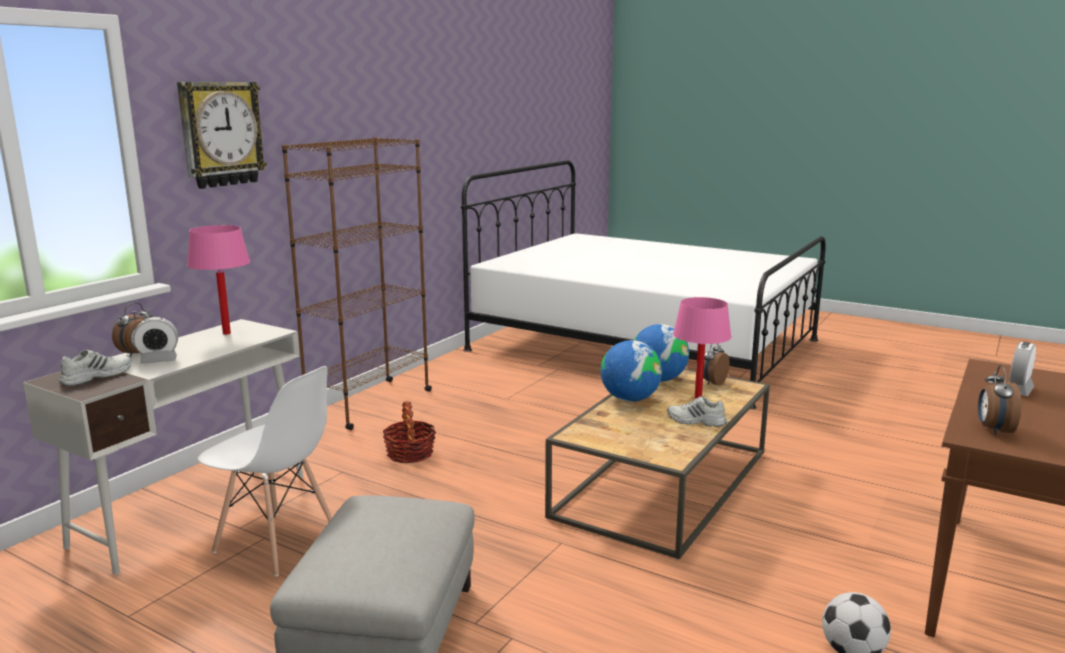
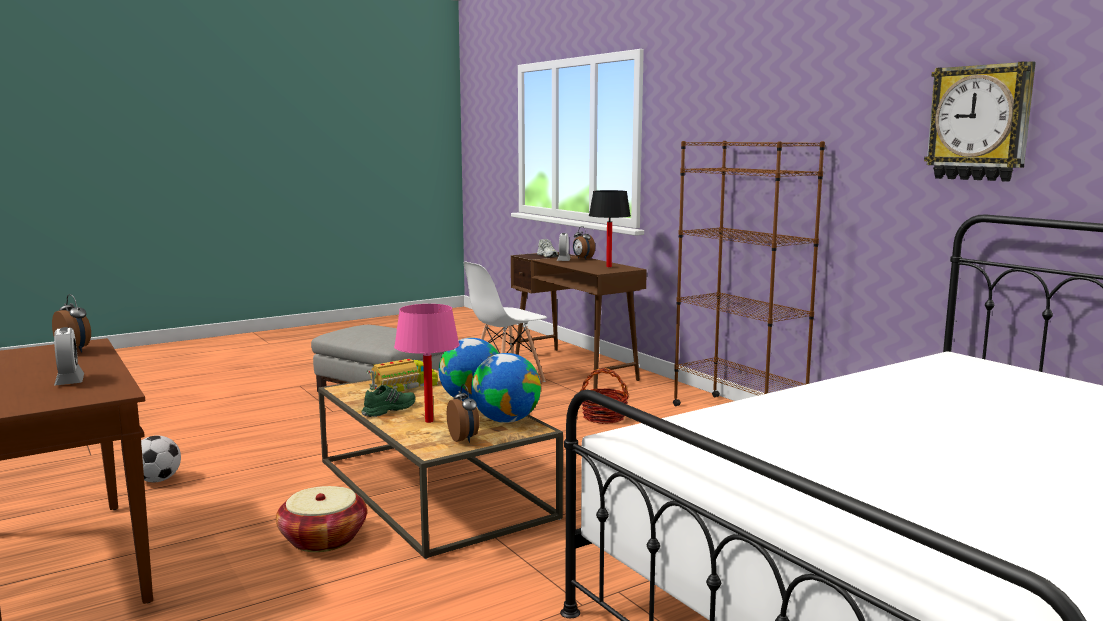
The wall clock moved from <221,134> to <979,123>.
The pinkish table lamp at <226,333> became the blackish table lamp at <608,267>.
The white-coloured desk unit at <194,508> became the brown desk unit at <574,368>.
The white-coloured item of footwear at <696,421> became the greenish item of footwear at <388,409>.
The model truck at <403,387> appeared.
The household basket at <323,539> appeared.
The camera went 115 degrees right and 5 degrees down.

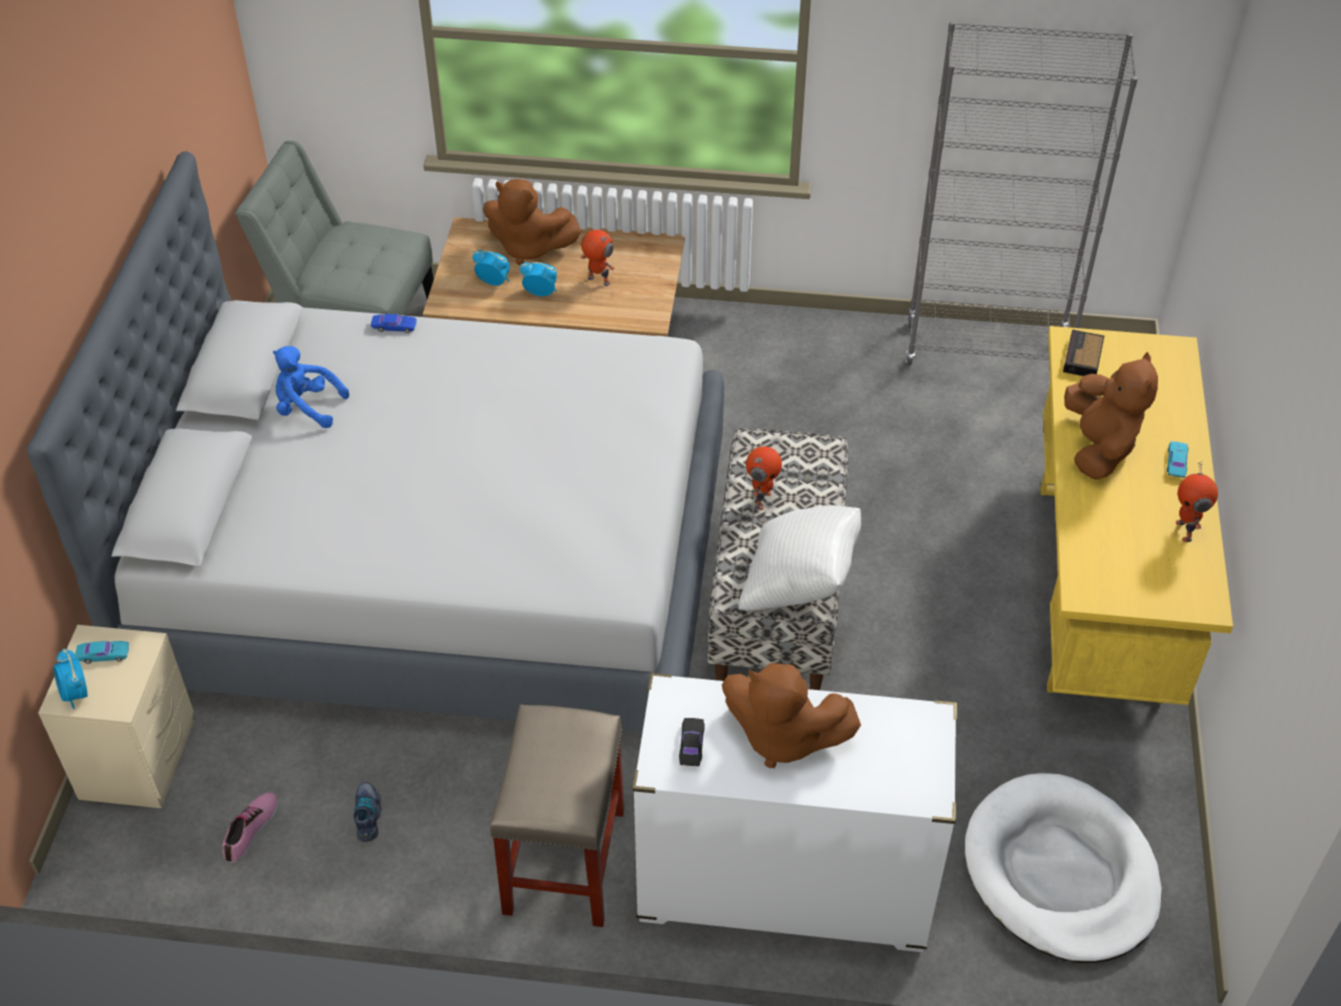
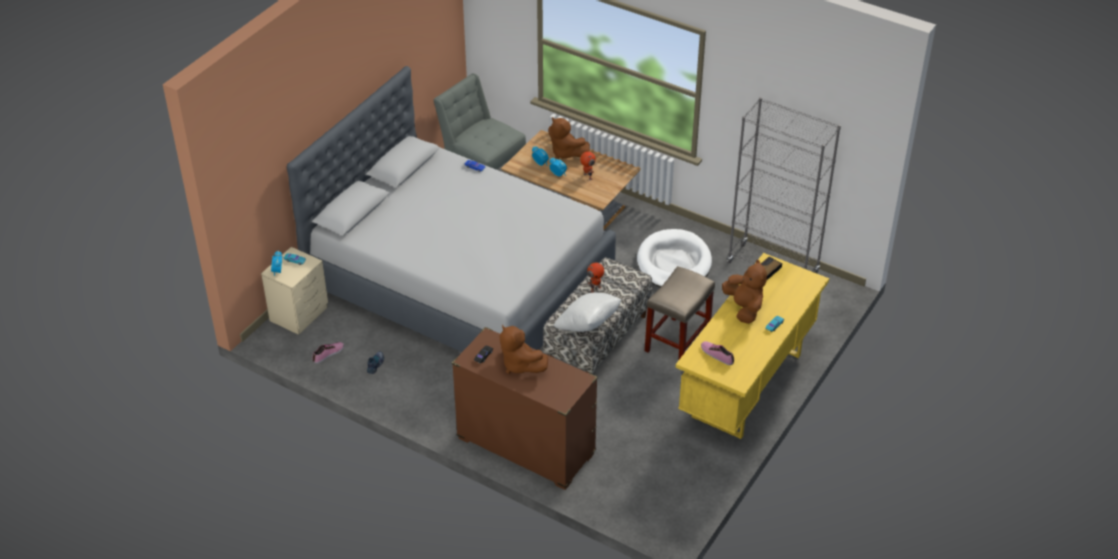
The blue-coloured cuddly toy at <307,408> disappeared.
The brown cuddly toy at <1099,447> turned 45 degrees counterclockwise.
The robot figure at <1185,531> disappeared.
The white-coloured dresser at <783,884> became the brown dresser at <525,447>.
The beige-coloured stool seat moved from <564,859> to <677,341>.
The white-coloured dog bed moved from <1060,873> to <674,263>.
The item of footwear at <717,354> appeared.
The camera went 25 degrees right and 5 degrees down.

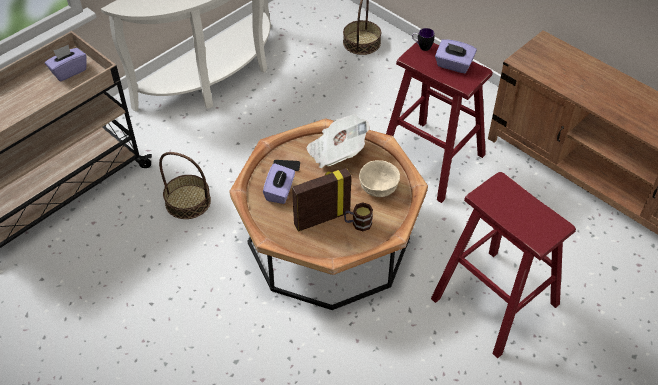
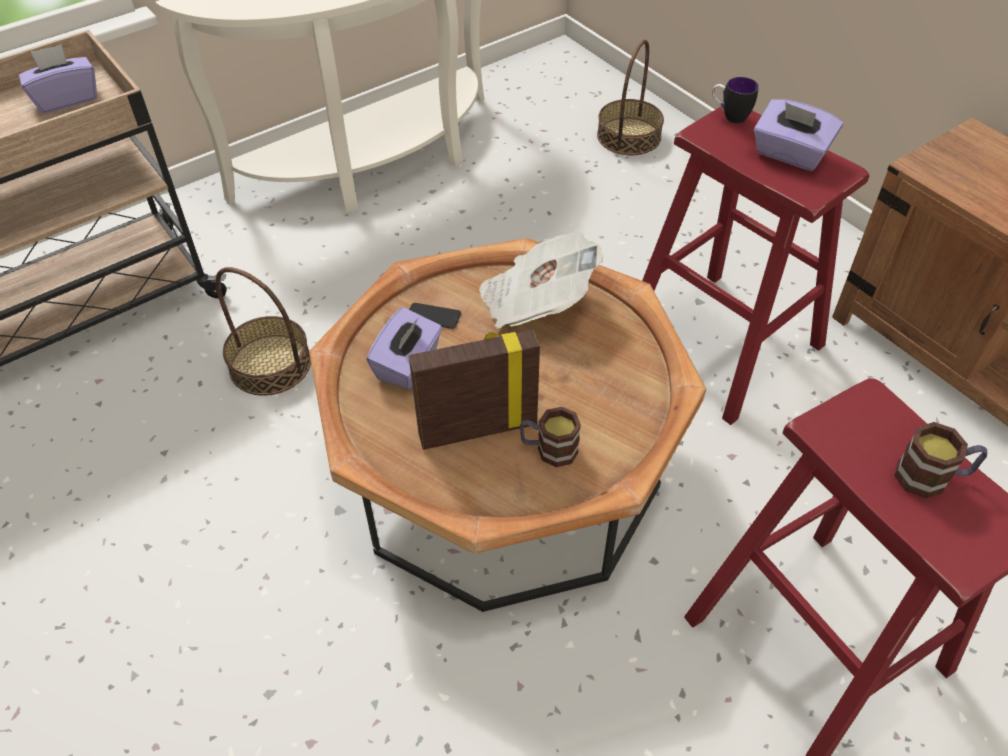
The beige-coloured serving bowl at <379,188> disappeared.
The mug at <932,477> appeared.
The camera went 10 degrees right and 0 degrees up.

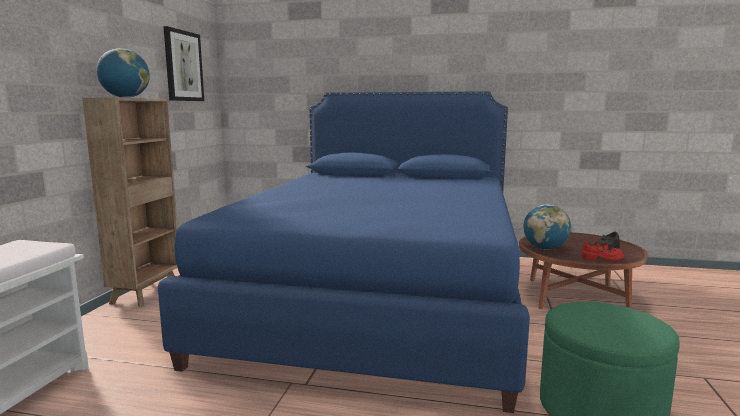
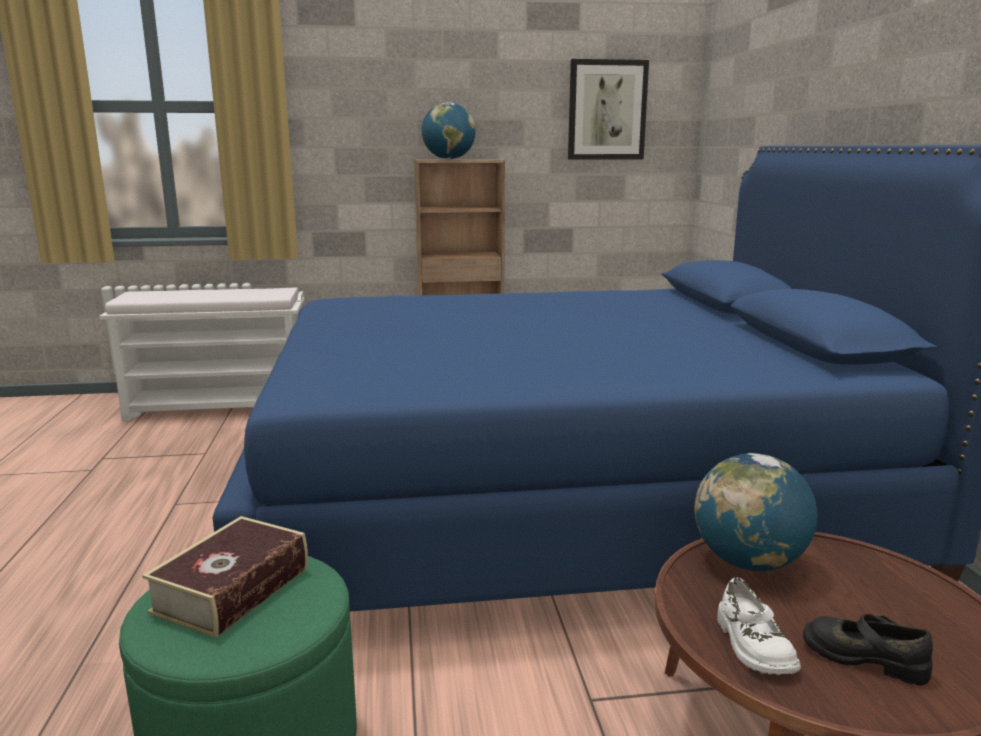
The reddish item of footwear at <602,258> became the white-coloured item of footwear at <752,645>.
The volume at <232,589> appeared.
The camera went 70 degrees right and 5 degrees up.

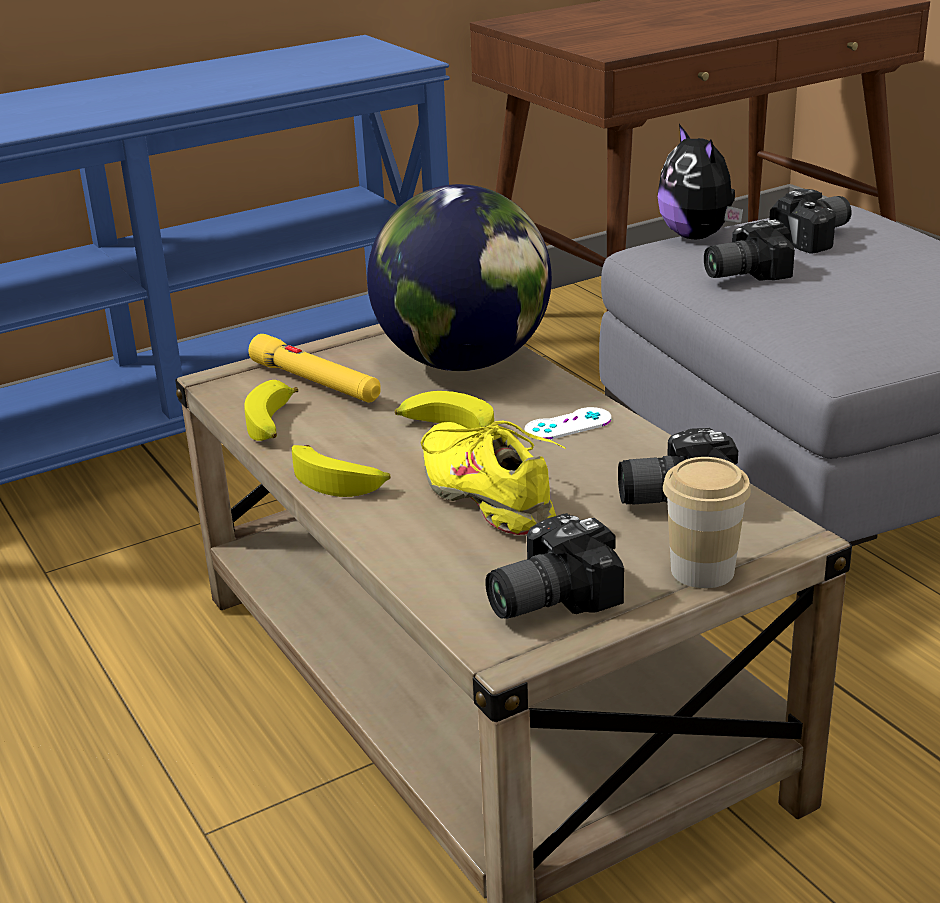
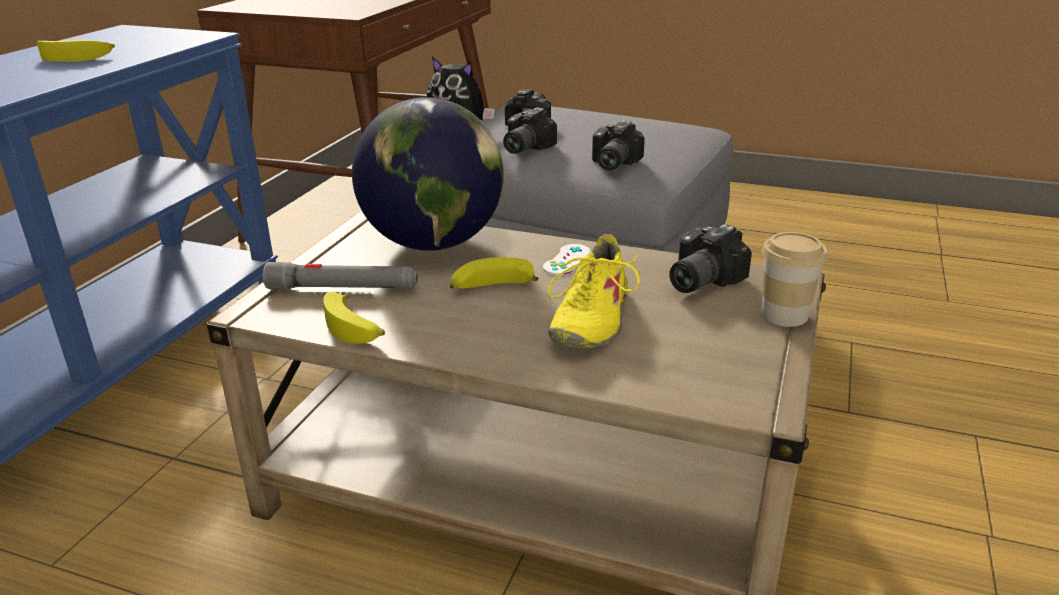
The yellow-coloured flashlight at <316,382> became the greyish flashlight at <343,288>.
The yellow-coloured item of footwear at <488,494> turned 90 degrees counterclockwise.
The whole banana moved from <340,481> to <78,57>.
The photo camera moved from <545,597> to <611,164>.
The camera went 40 degrees left and 0 degrees up.

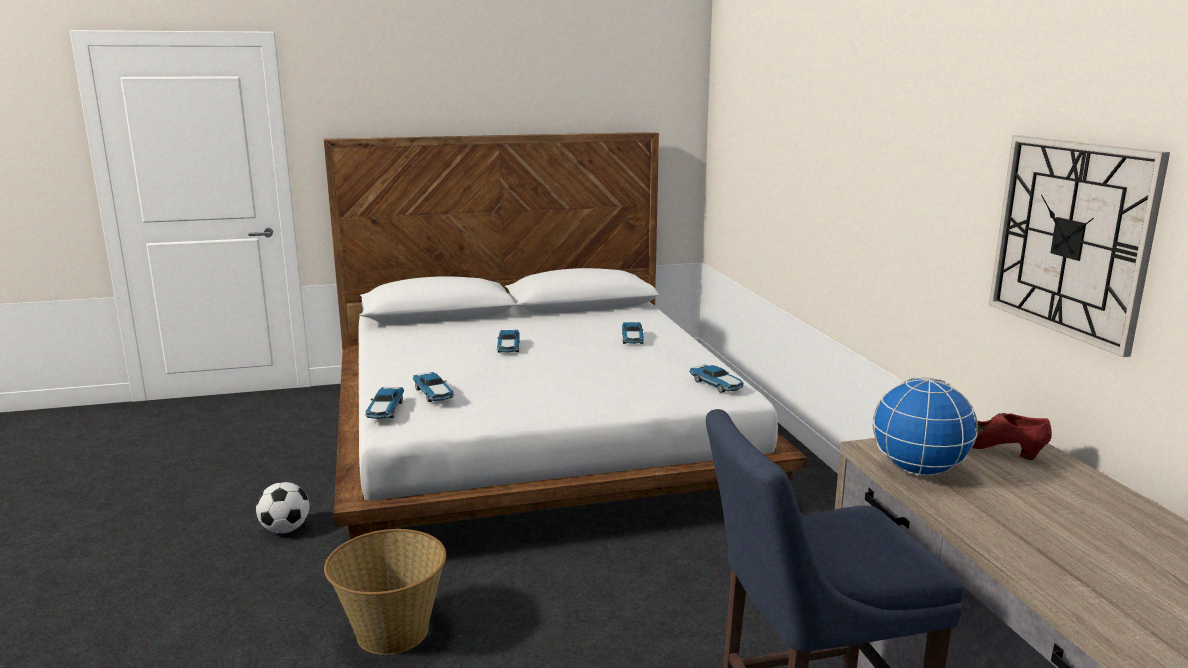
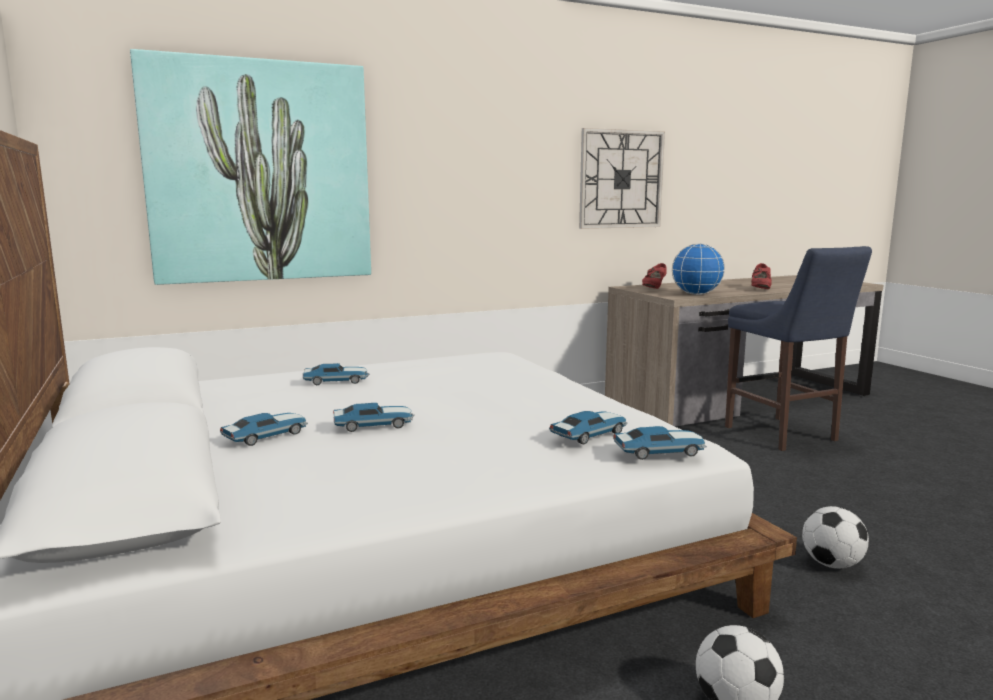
The model car moved from <717,385> to <267,436>.
The household basket at <391,631> was replaced by the ball for football at <831,564>.
The wall picture at <260,172> appeared.
The reddish item of footwear at <760,289> appeared.
The camera went 100 degrees left and 5 degrees down.

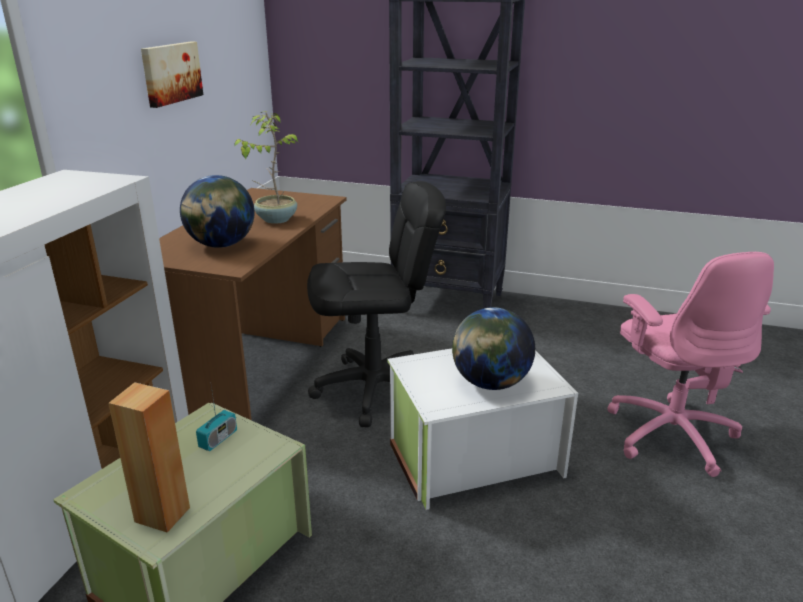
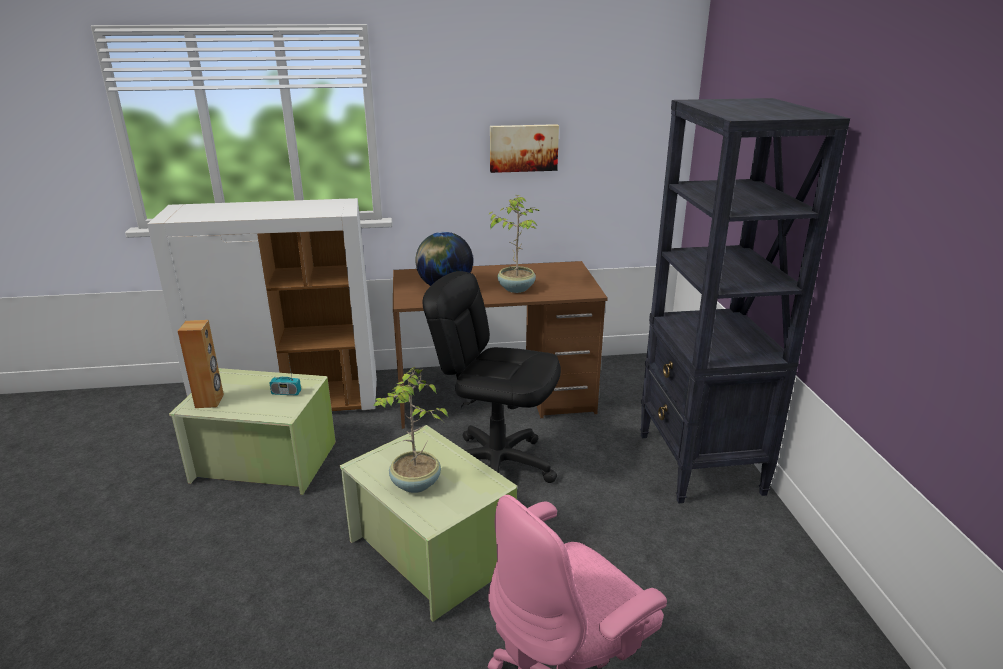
The blackish office chair at <374,389> turned 150 degrees clockwise.
The world globe at <490,383> was replaced by the houseplant at <415,484>.
The white-coloured storage container at <473,457> became the greenish storage container at <432,550>.
The camera went 65 degrees right and 0 degrees up.

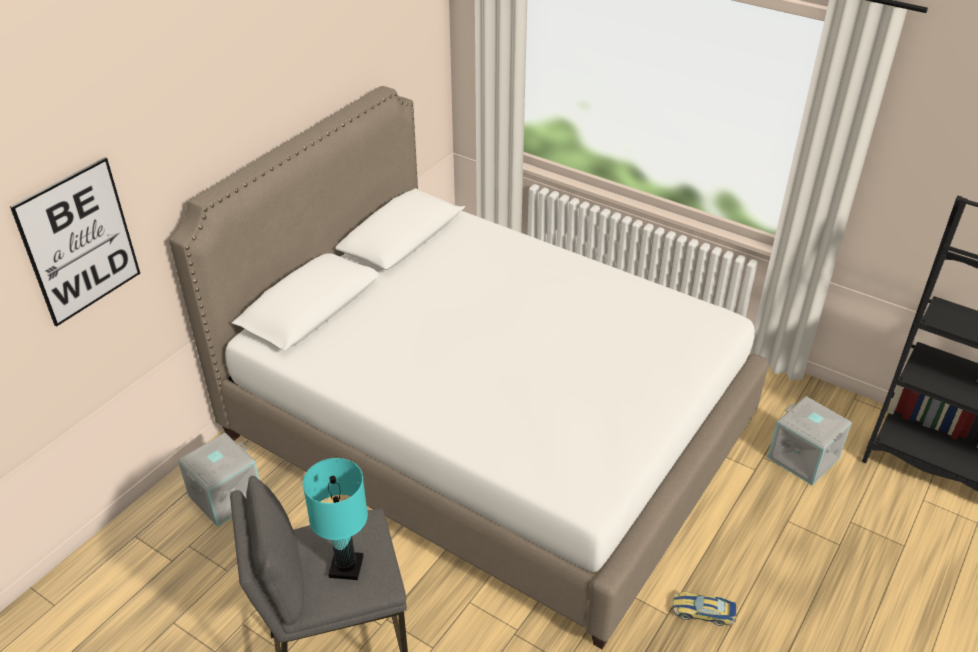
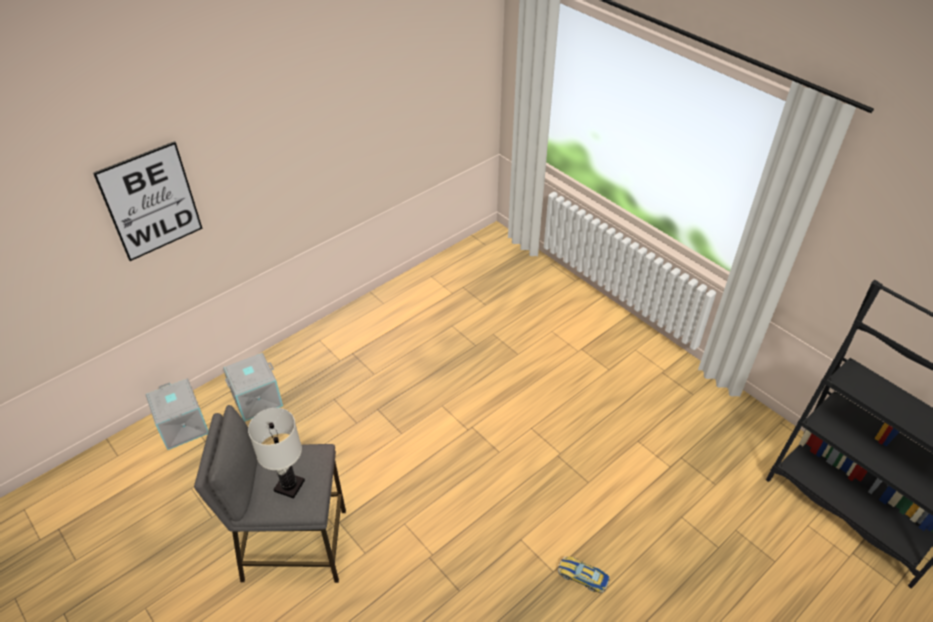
The white-coloured bed at <488,431> disappeared.
The greyish storage container moved from <804,457> to <184,426>.
The blue-green table lamp at <346,566> became the white-coloured table lamp at <290,485>.
The camera went 15 degrees right and 5 degrees up.

